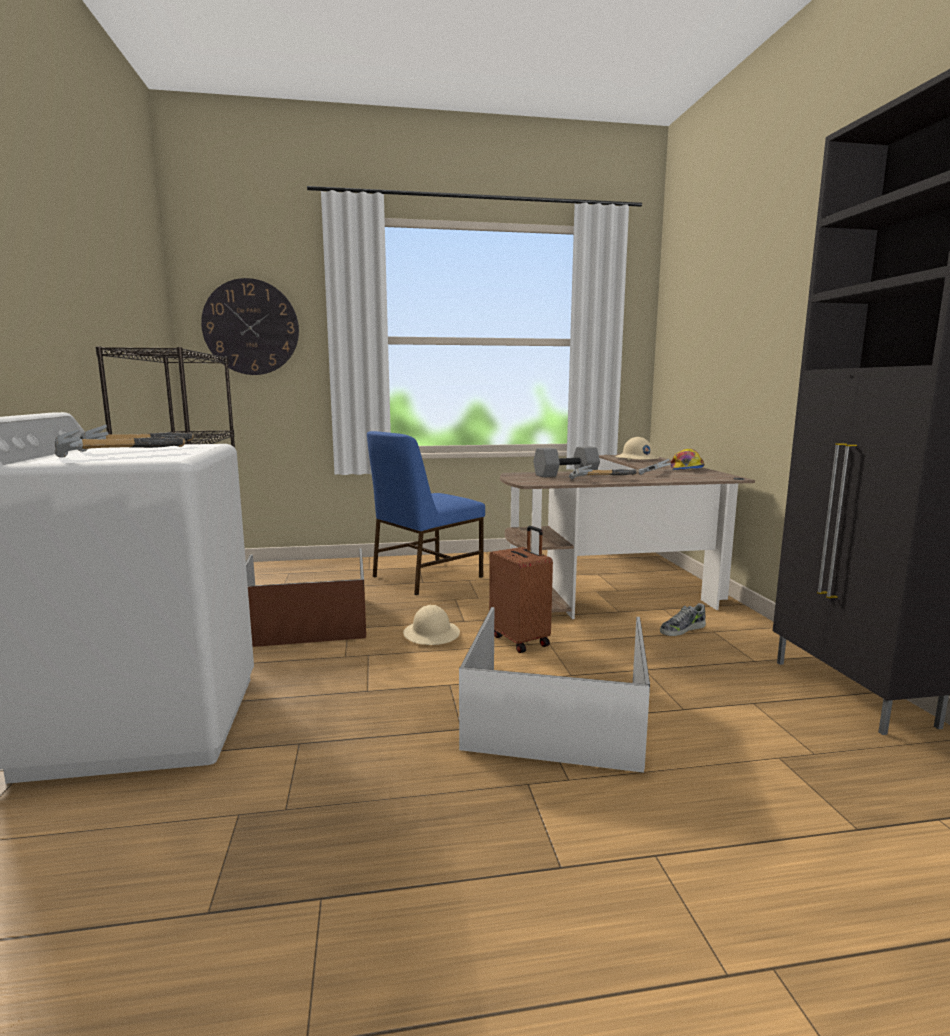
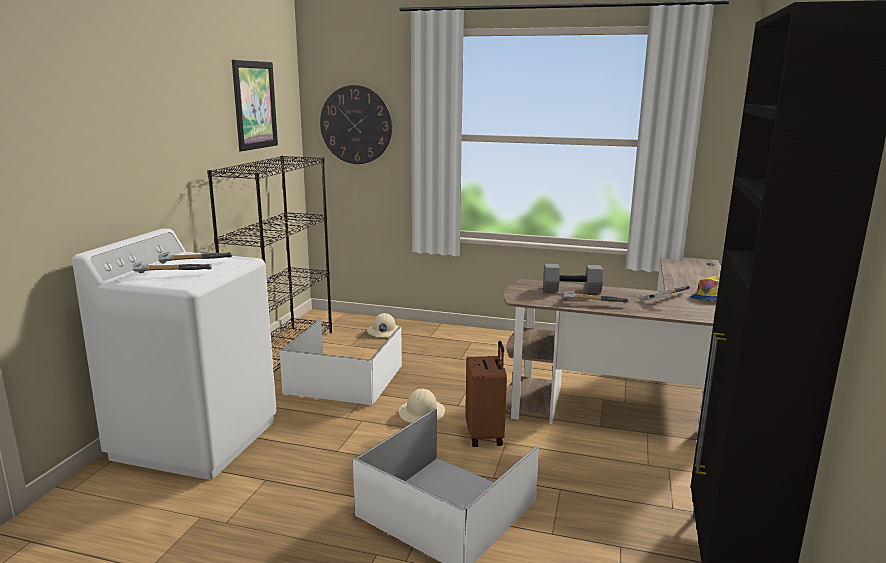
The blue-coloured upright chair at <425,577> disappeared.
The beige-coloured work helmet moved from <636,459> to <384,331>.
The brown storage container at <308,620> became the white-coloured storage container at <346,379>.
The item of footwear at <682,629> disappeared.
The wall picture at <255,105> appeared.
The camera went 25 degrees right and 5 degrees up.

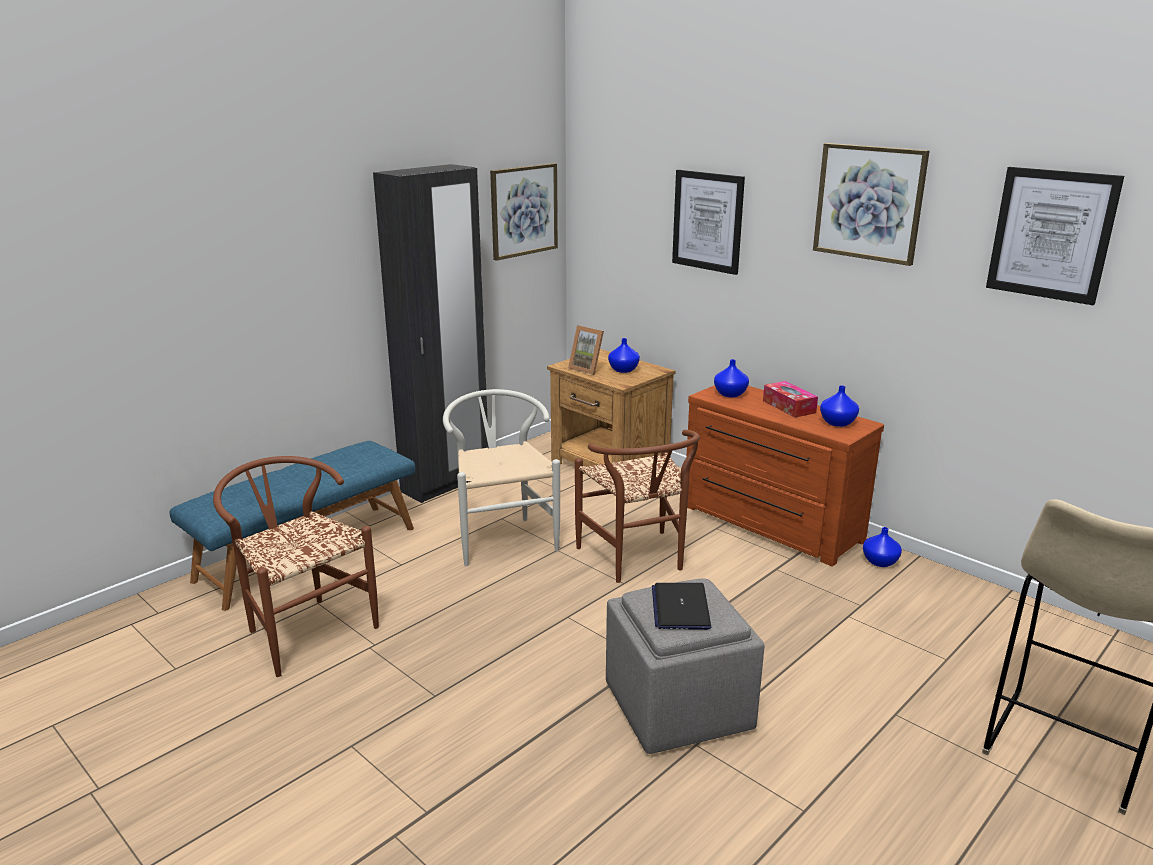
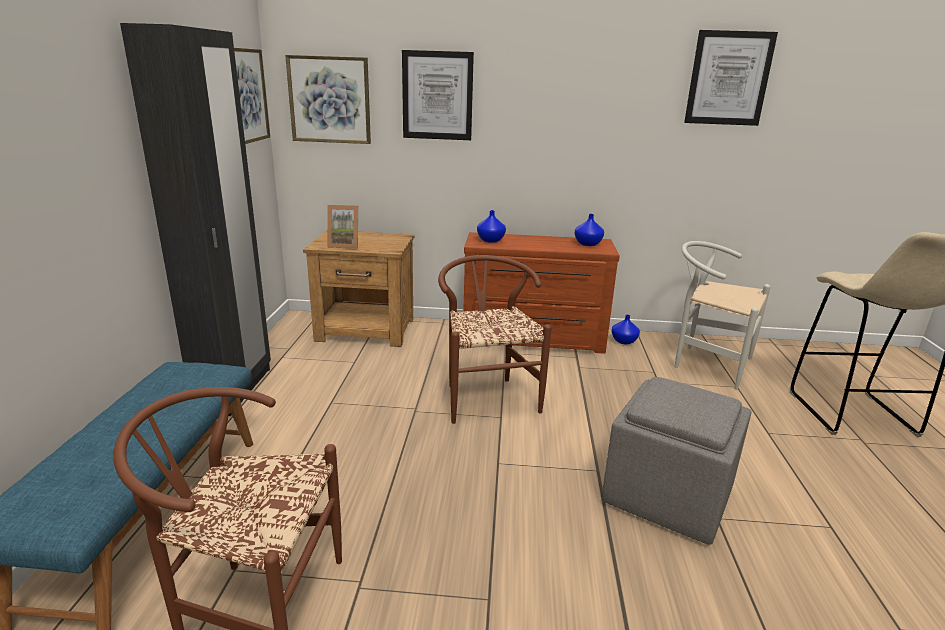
The wall picture moved from <869,203> to <329,100>.
The blue-coloured decorative vase at <624,370> disappeared.
The box of tissues at <789,406> disappeared.
The white-coloured upright chair moved from <502,537> to <706,363>.
The brown upright chair at <637,560> turned 135 degrees counterclockwise.
The notebook computer at <680,607> disappeared.
The camera went 40 degrees left and 0 degrees up.

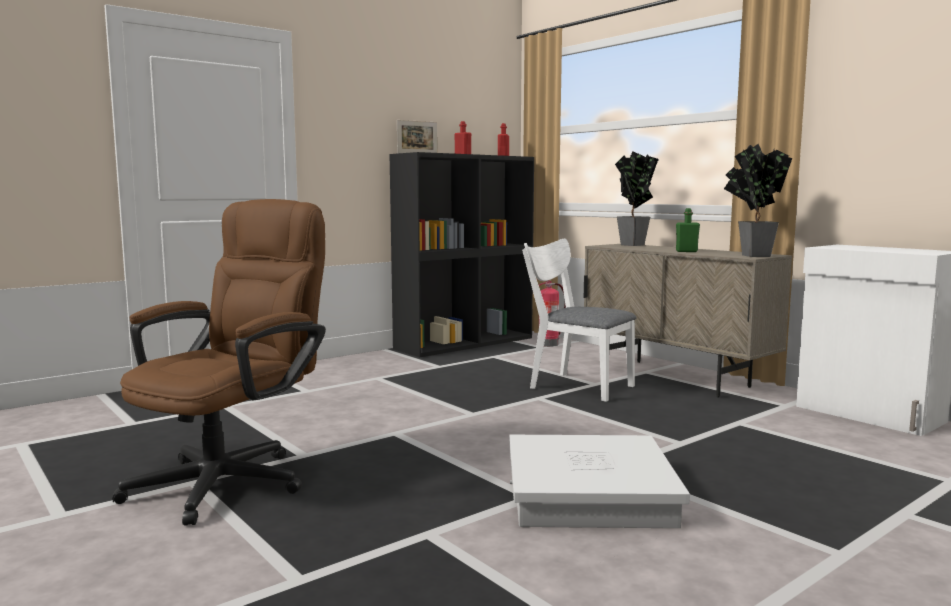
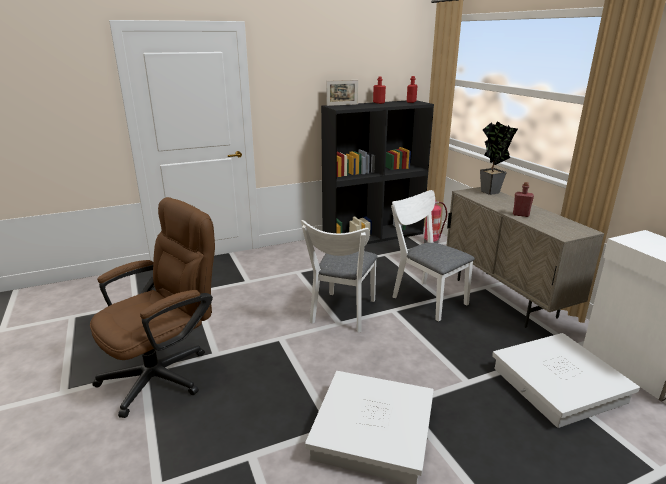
The houseplant at <750,255> disappeared.
The greenish bottle at <686,251> became the reddish bottle at <521,214>.
The white-coloured upright chair at <342,314> appeared.
The white-coloured storage container at <559,385> appeared.
The camera went 15 degrees right and 15 degrees up.

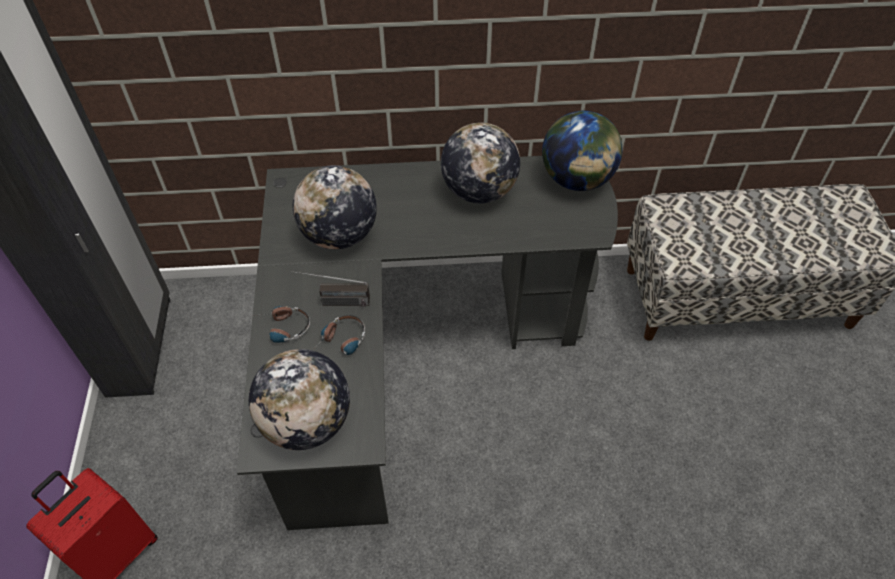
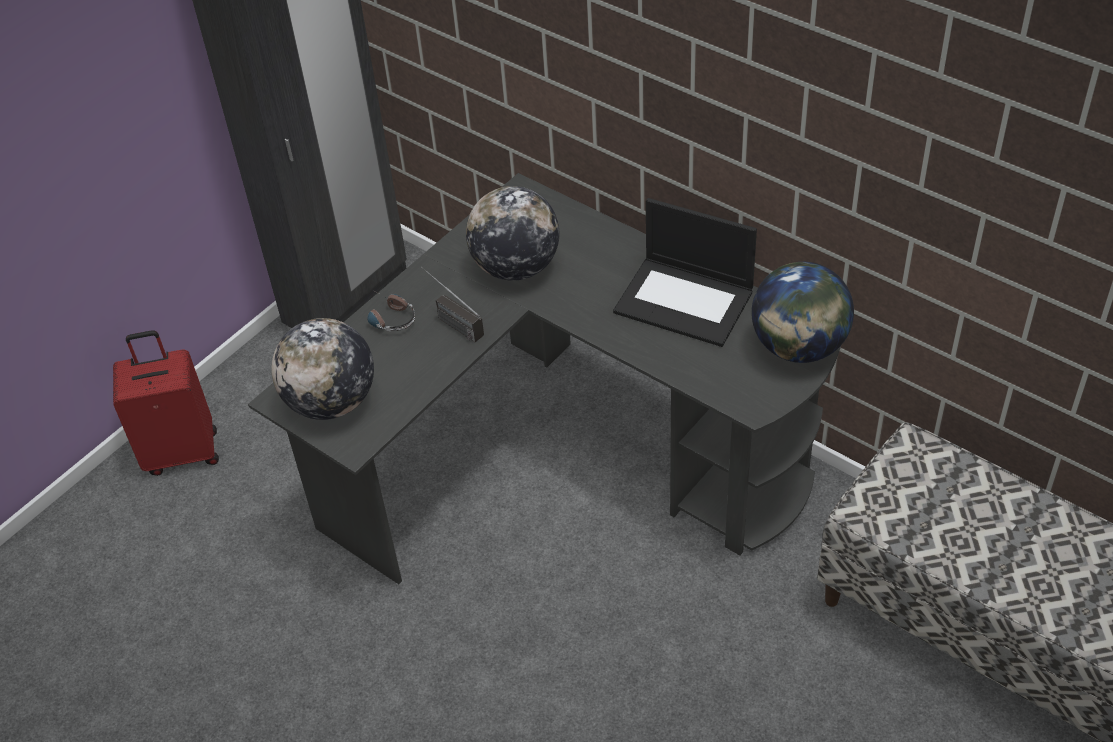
The world globe at <479,191> was replaced by the notebook computer at <685,301>.
The pair of headphones at <340,343> disappeared.
The camera went 45 degrees right and 5 degrees down.

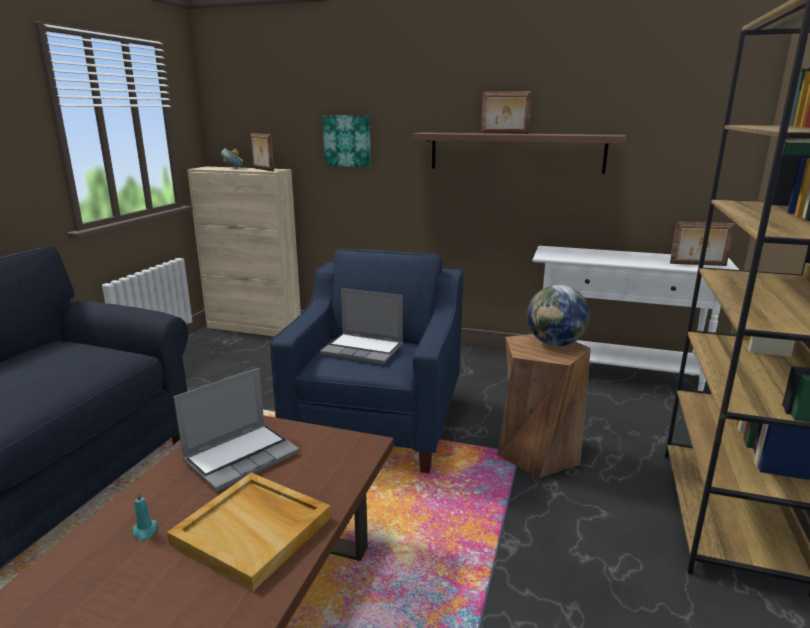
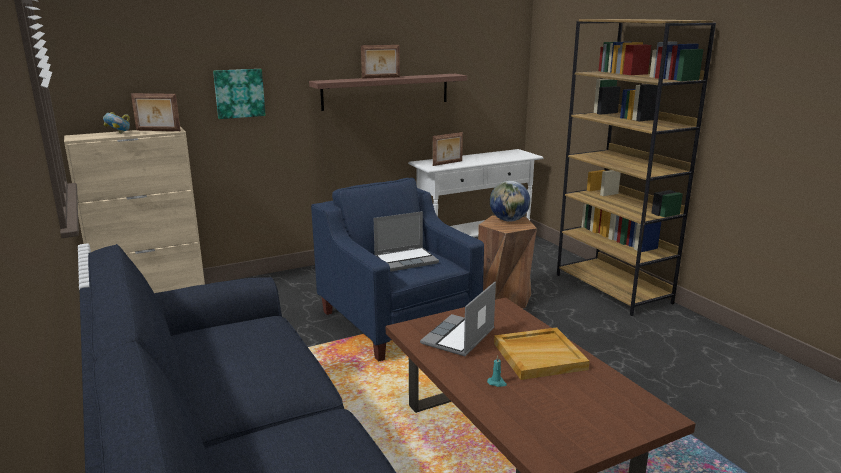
The photo frame moved from <698,264> to <448,163>.
The notebook computer at <242,456> turned 150 degrees counterclockwise.
The camera went 45 degrees left and 0 degrees up.

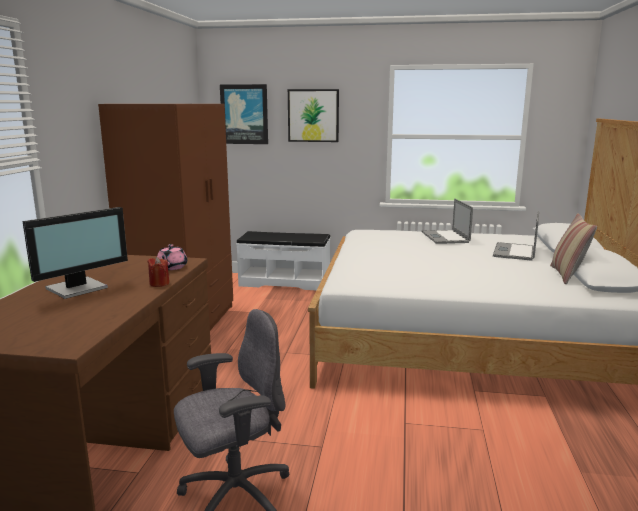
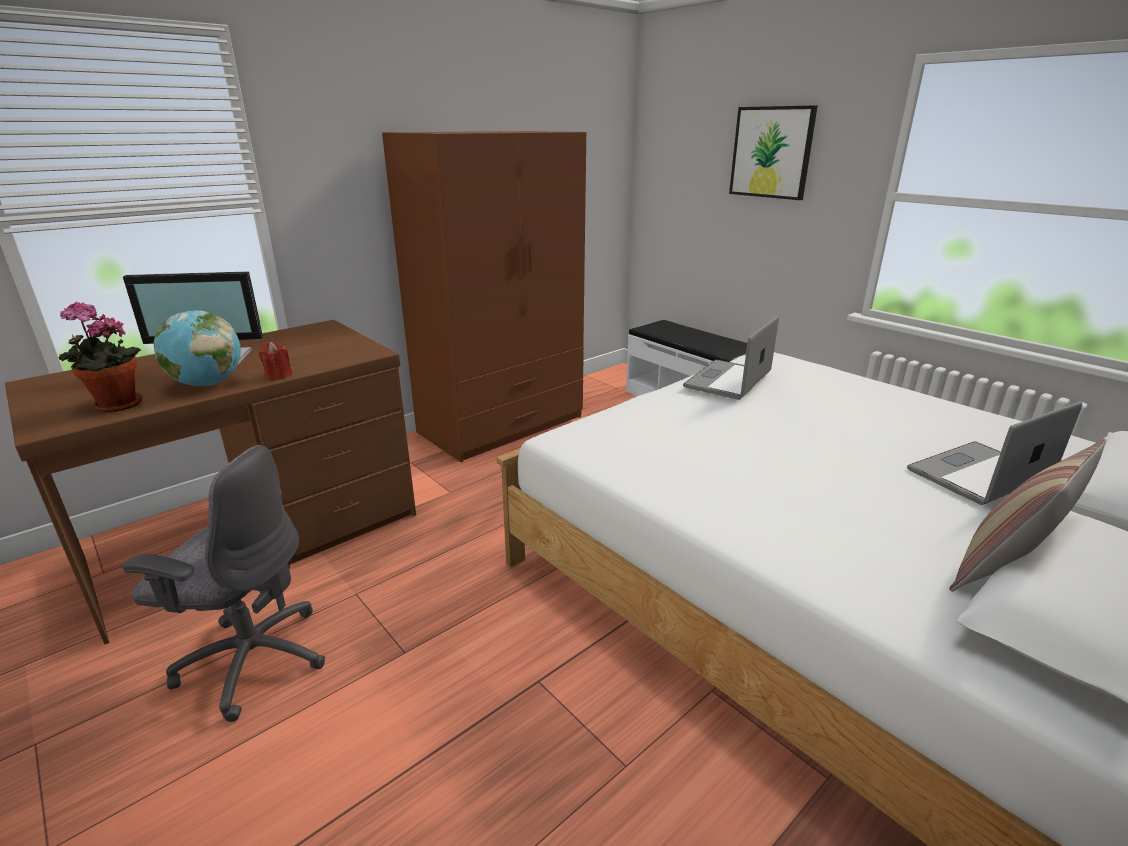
The wall picture at <244,114> disappeared.
The notebook computer moved from <445,237> to <728,380>.
The pinkish pot for tea at <171,267> disappeared.
The houseplant at <115,406> appeared.
The world globe at <207,384> appeared.
The camera went 40 degrees right and 10 degrees up.

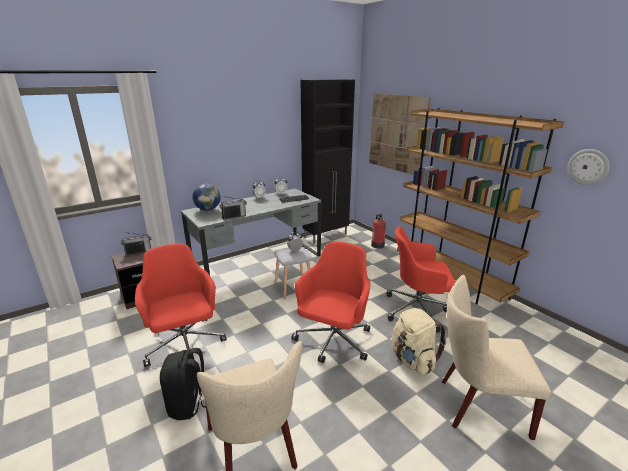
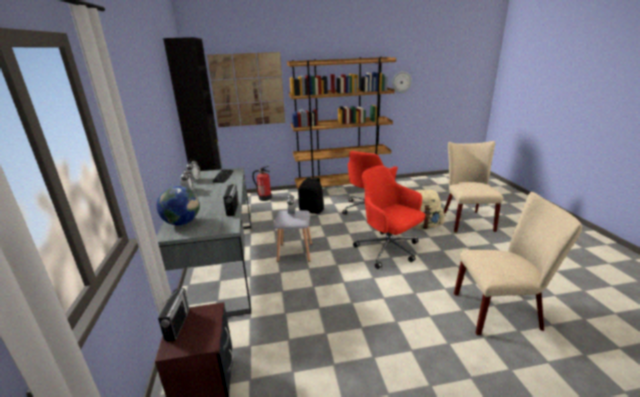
The reddish office chair at <185,344> disappeared.
The beige-coloured upright chair at <477,406> turned 150 degrees clockwise.
The blackish knapsack moved from <189,404> to <312,210>.
The camera went 65 degrees left and 0 degrees up.

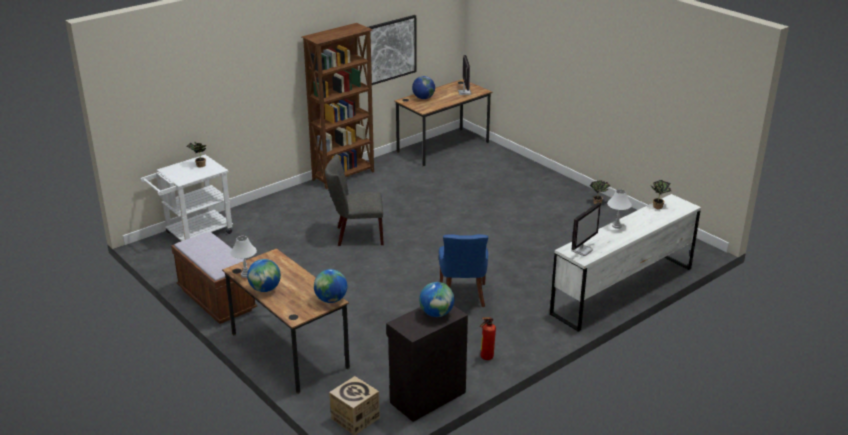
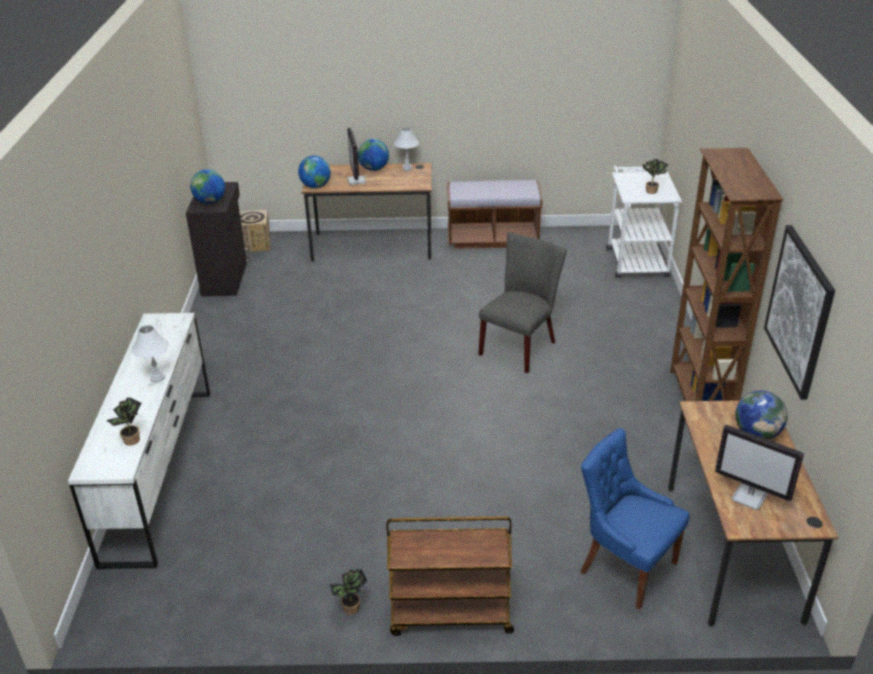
The computer screen moved from <582,250> to <356,181>.
The blue-coloured upright chair moved from <463,296> to <625,567>.
The fire-fighting cylinder at <485,358> disappeared.
The brown wheeled cart at <450,615> appeared.
The camera went 130 degrees right and 5 degrees up.

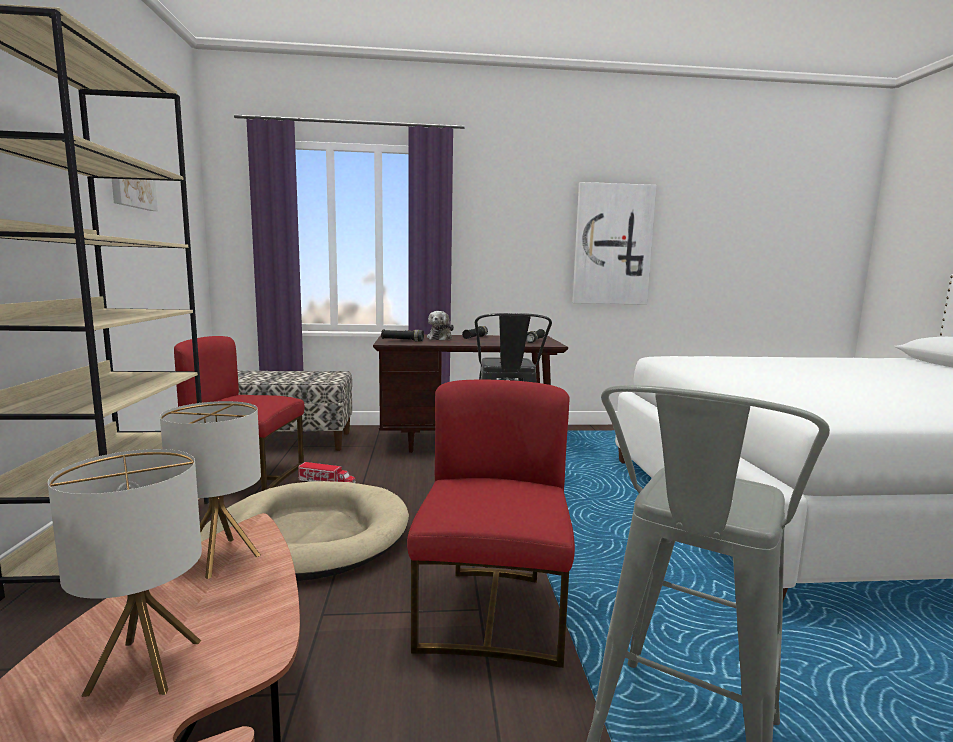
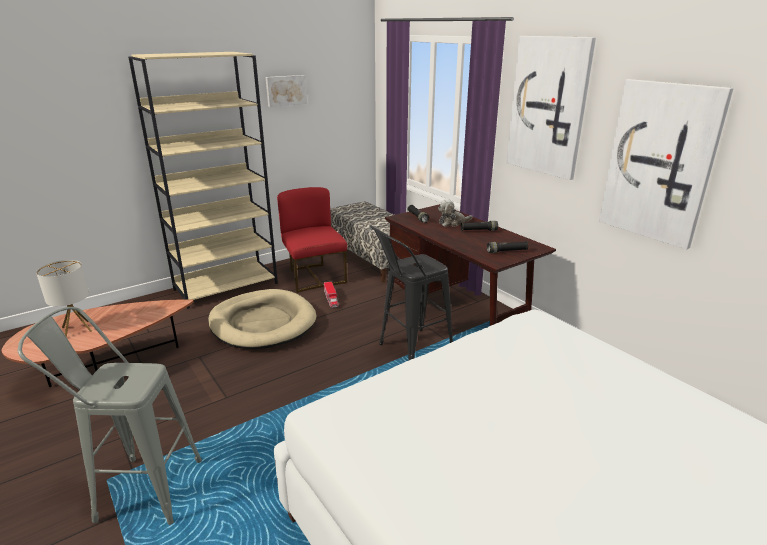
The reddish upright chair at <492,613> disappeared.
The table lamp at <220,557> disappeared.
The wall picture at <548,106> appeared.
The camera went 60 degrees right and 15 degrees up.

